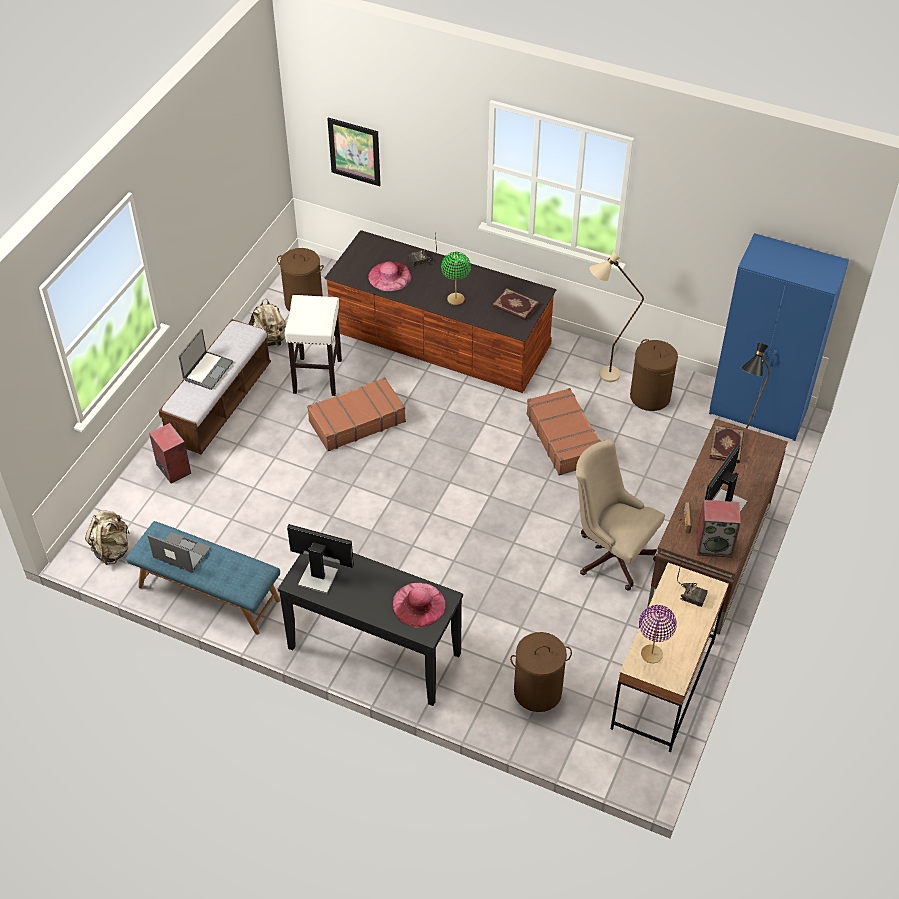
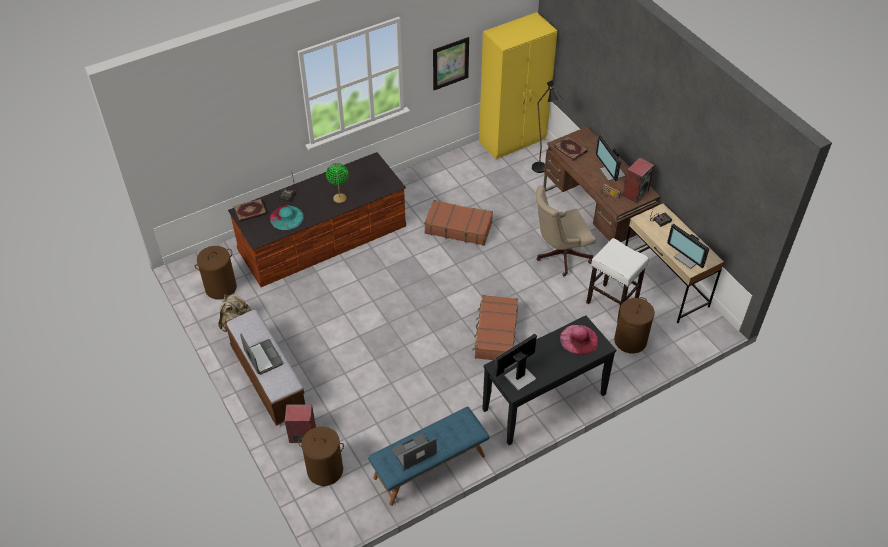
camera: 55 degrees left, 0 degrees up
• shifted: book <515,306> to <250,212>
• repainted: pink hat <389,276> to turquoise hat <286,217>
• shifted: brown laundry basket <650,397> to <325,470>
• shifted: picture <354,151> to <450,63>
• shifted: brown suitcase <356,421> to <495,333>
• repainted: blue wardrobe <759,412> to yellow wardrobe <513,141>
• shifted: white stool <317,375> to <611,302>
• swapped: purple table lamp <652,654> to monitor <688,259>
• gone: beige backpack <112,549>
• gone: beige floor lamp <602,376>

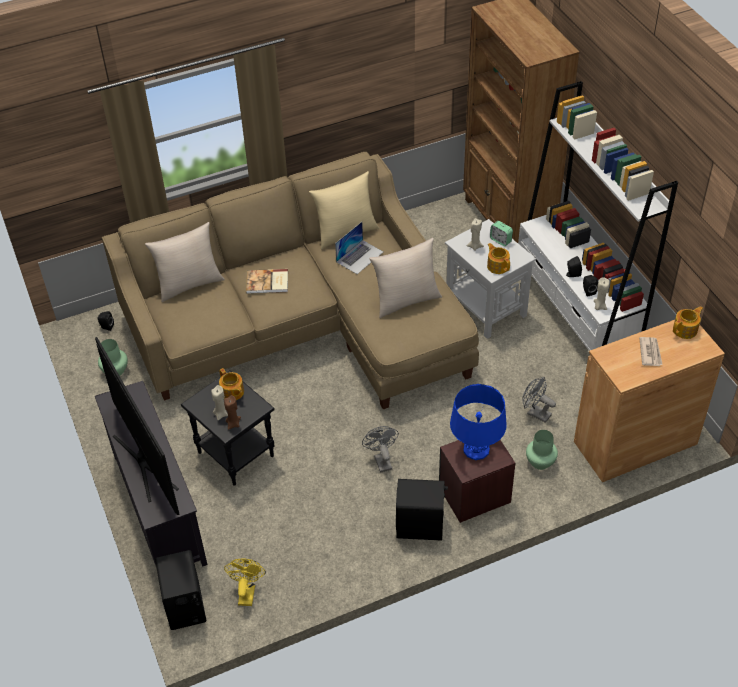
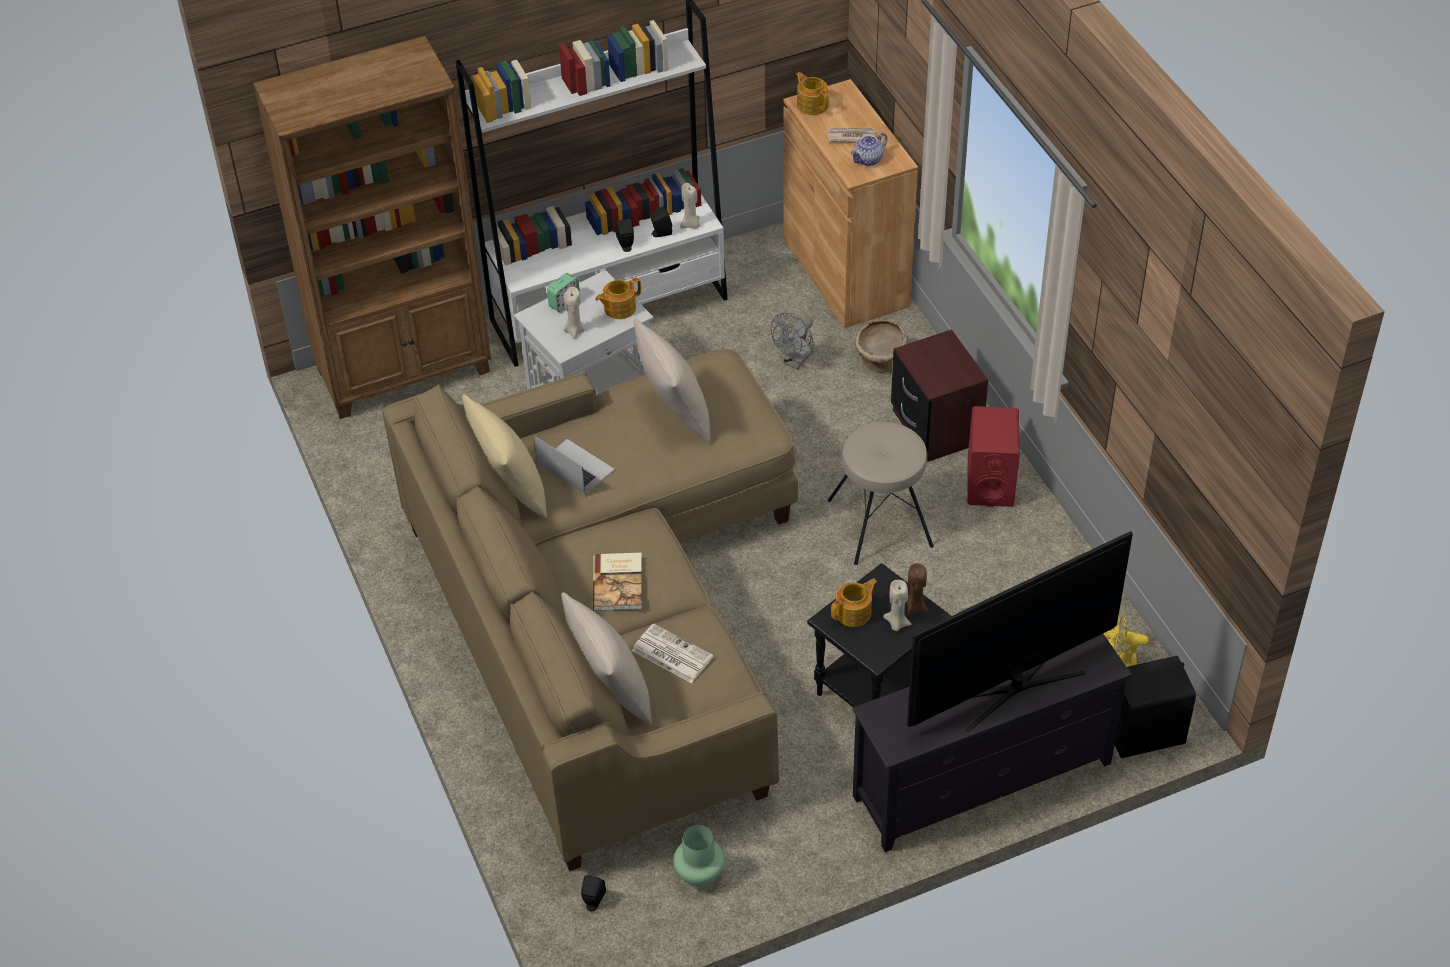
camera: 90 degrees left, 0 degrees up
• new: newspaper <671,654>
• swapped: grey fan <381,460> to beige stool <881,522>
• new: teapot <868,160>
• swapped: green vase <540,462> to beige bowl <880,361>
• repainted: black speaker <420,526> to red speaker <990,482>
• gone: blue table lamp <476,449>

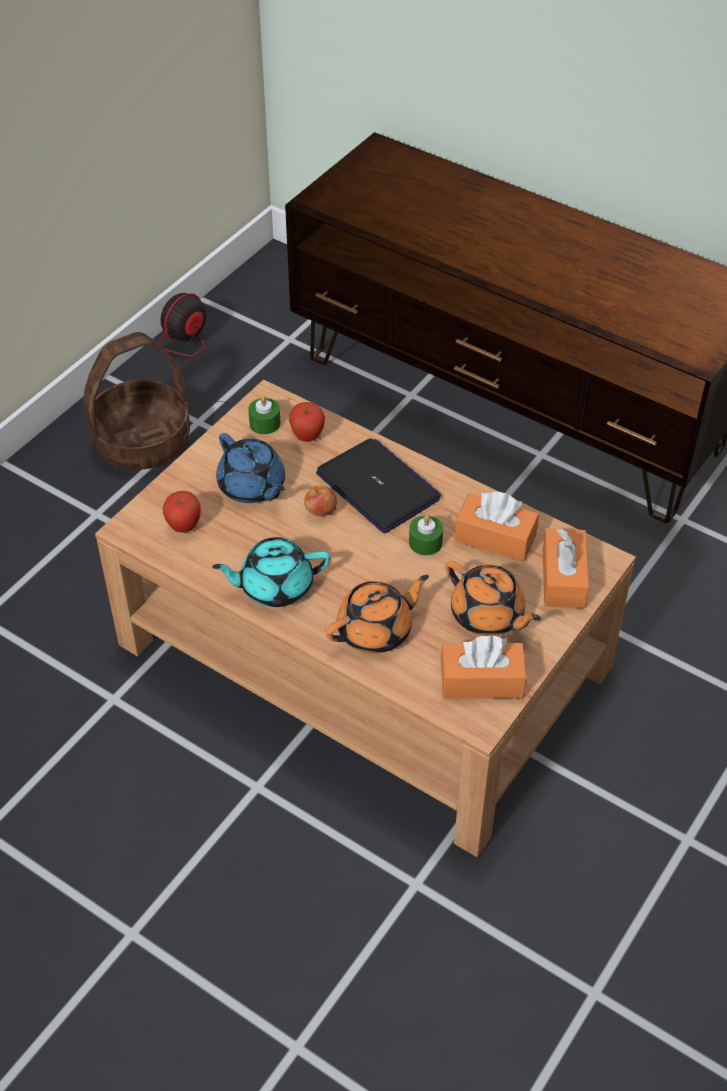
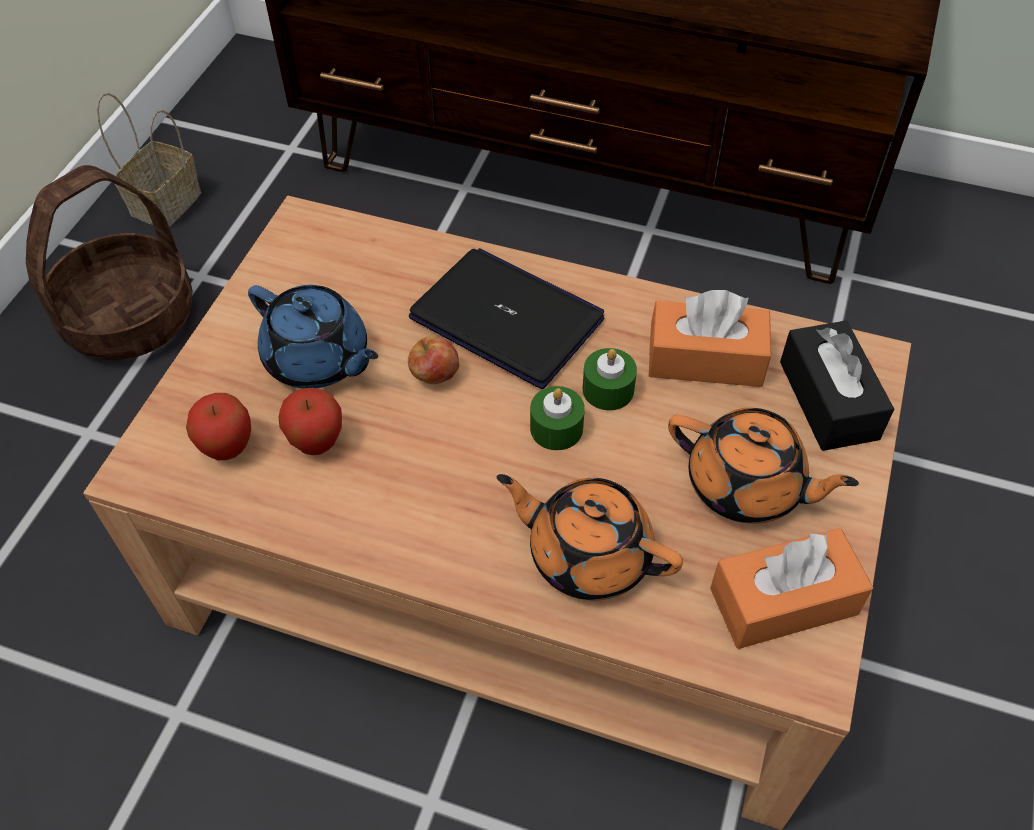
camera: 15 degrees left, 5 degrees up
• swapped: fan <187,362> to basket <166,201>
• shifted: apple <307,437> to <317,443>
• rotated: orange teapot <376,630> = <587,553> 105 degrees counterclockwise
• shifted: green candle <265,423> to <556,428>
• repainted: orange tissue box <563,578> to black tissue box <828,400>
• gone: turquoise teapot <275,586>

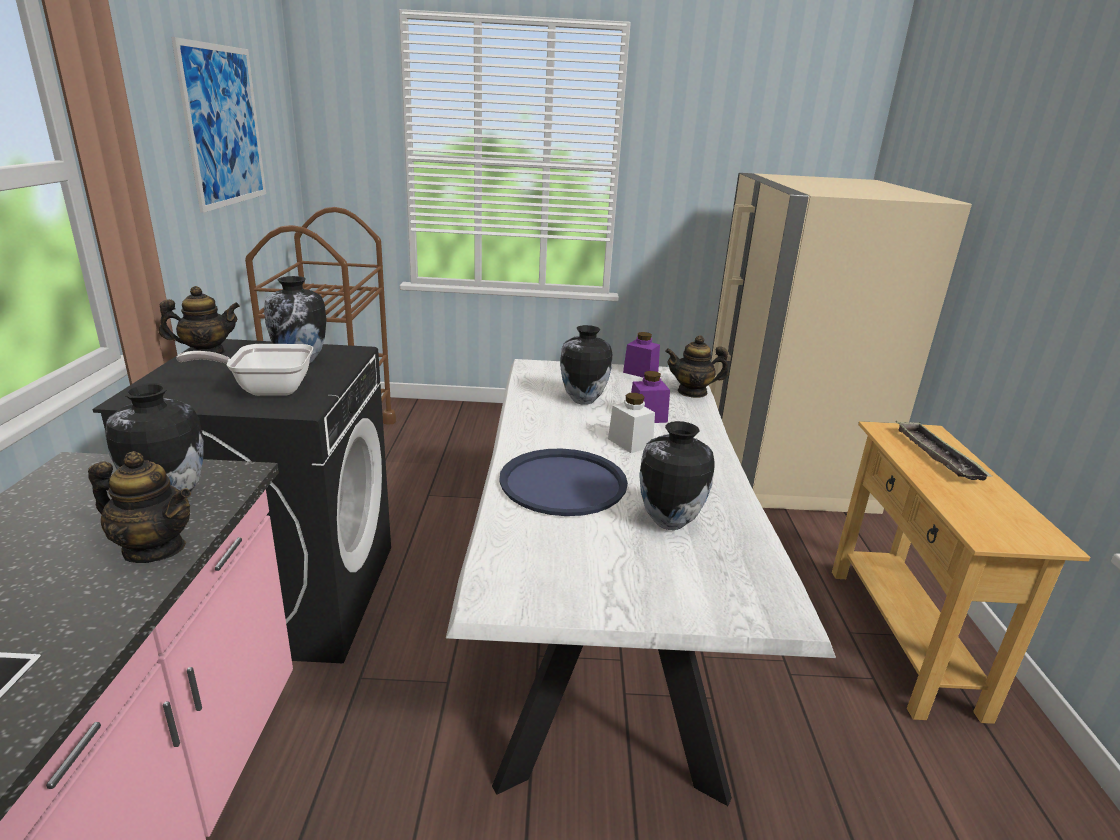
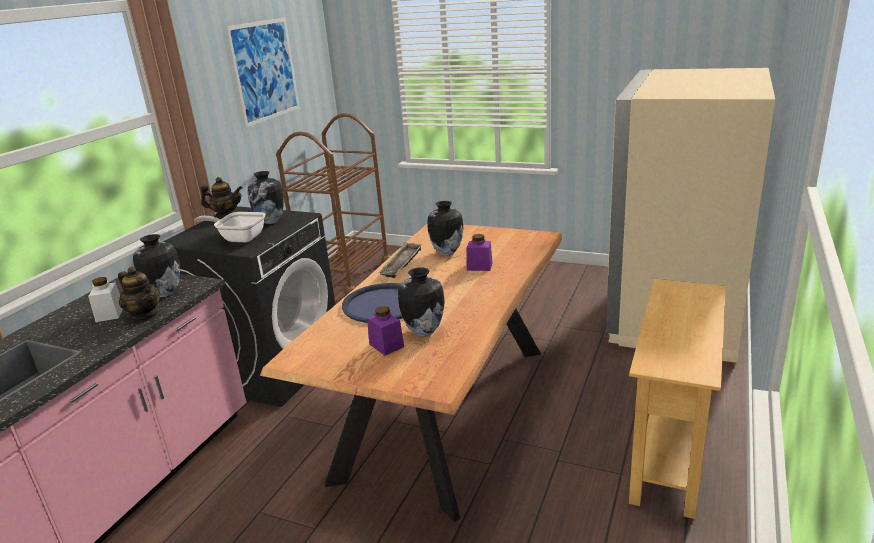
camera: 25 degrees right, 0 degrees up
• shifted: white jar <630,442> to <110,314>
• repainted: white dining table <601,626> to brown dining table <446,410>
• shifted: purple jar <640,372> to <386,345>
• shifted: tray <937,455> to <402,264>
• gone: teapot <692,392>

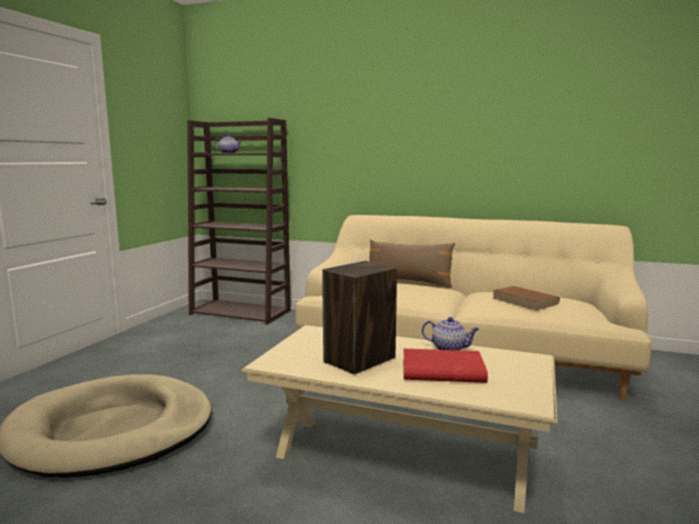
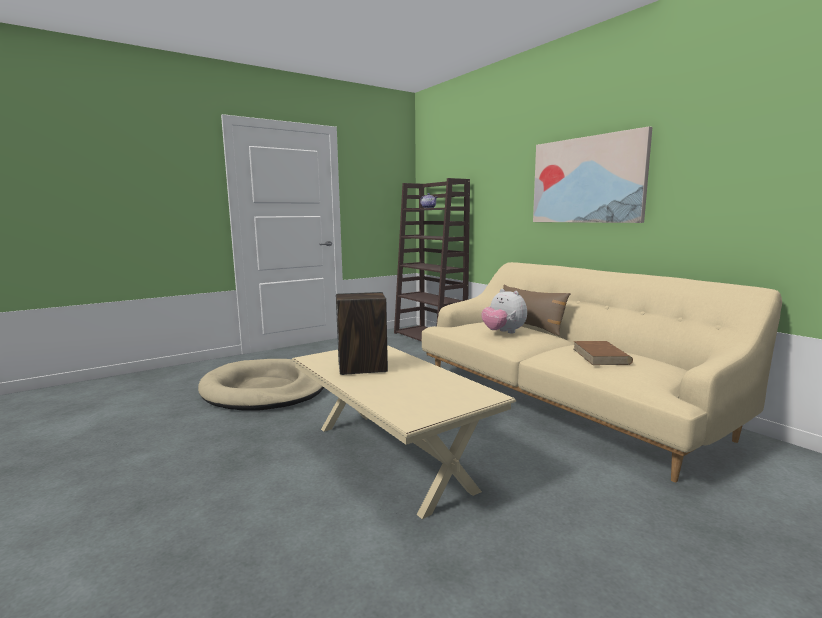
camera: 35 degrees right, 0 degrees up
• new: plush toy <503,332>
• new: picture <587,180>
• gone: red book <441,371>
• gone: teapot <450,349>

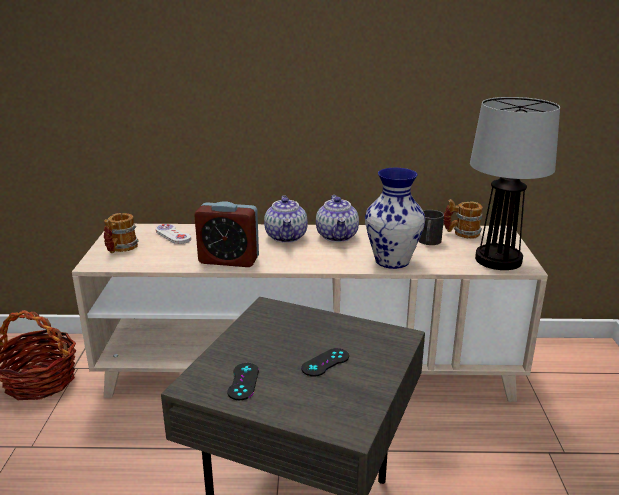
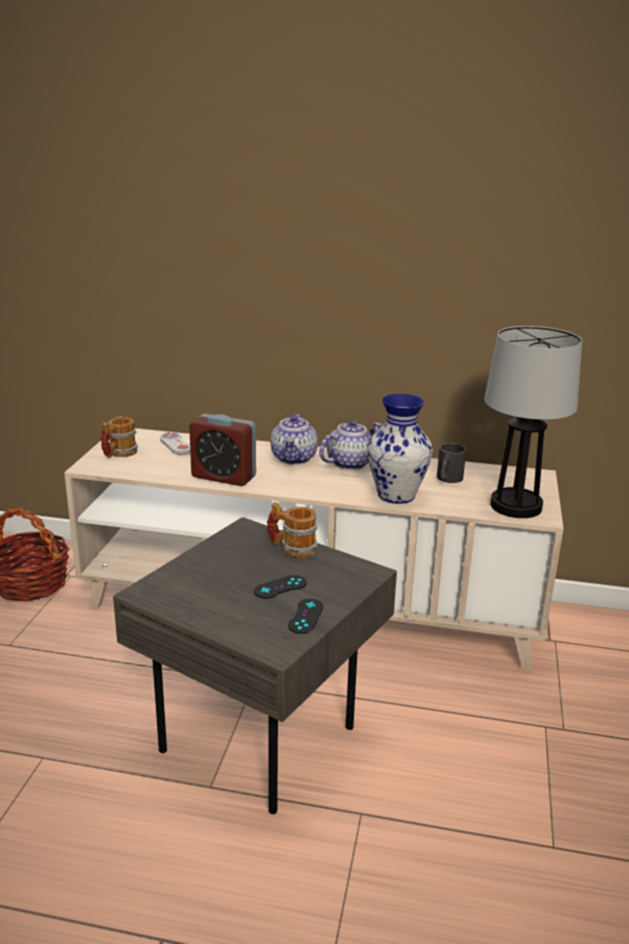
camera: 10 degrees right, 0 degrees up
• shifted: mug <461,233> to <292,548>
• shifted: black game controller <243,381> to <306,616>
• rotated: teapot <337,236> = <349,463> 135 degrees counterclockwise

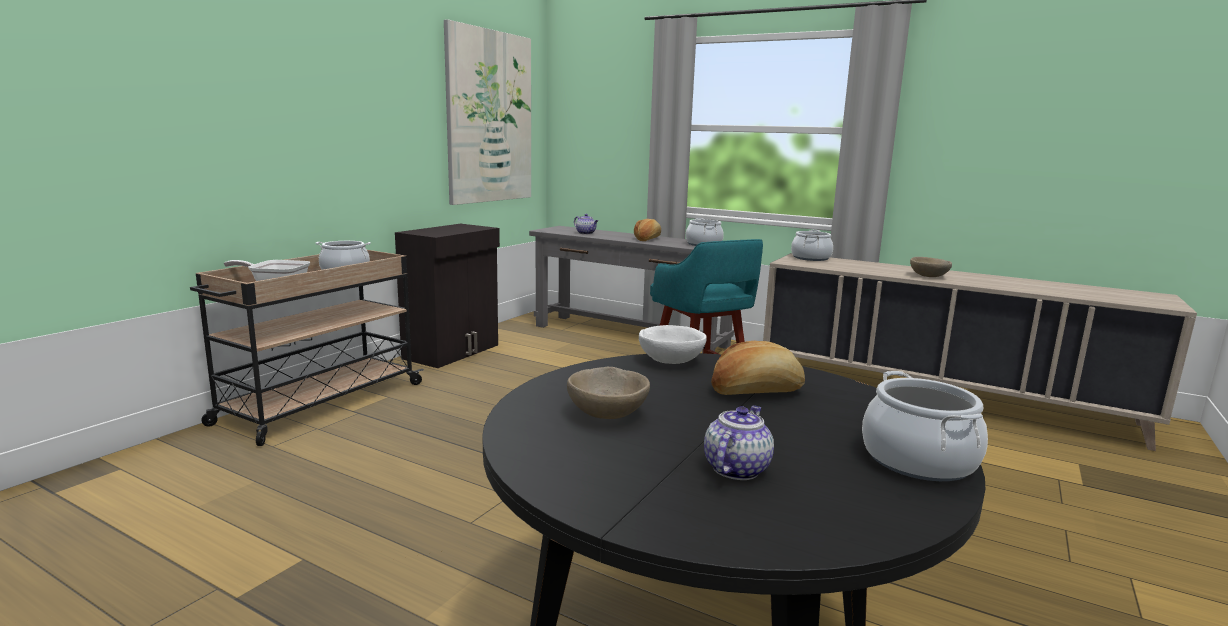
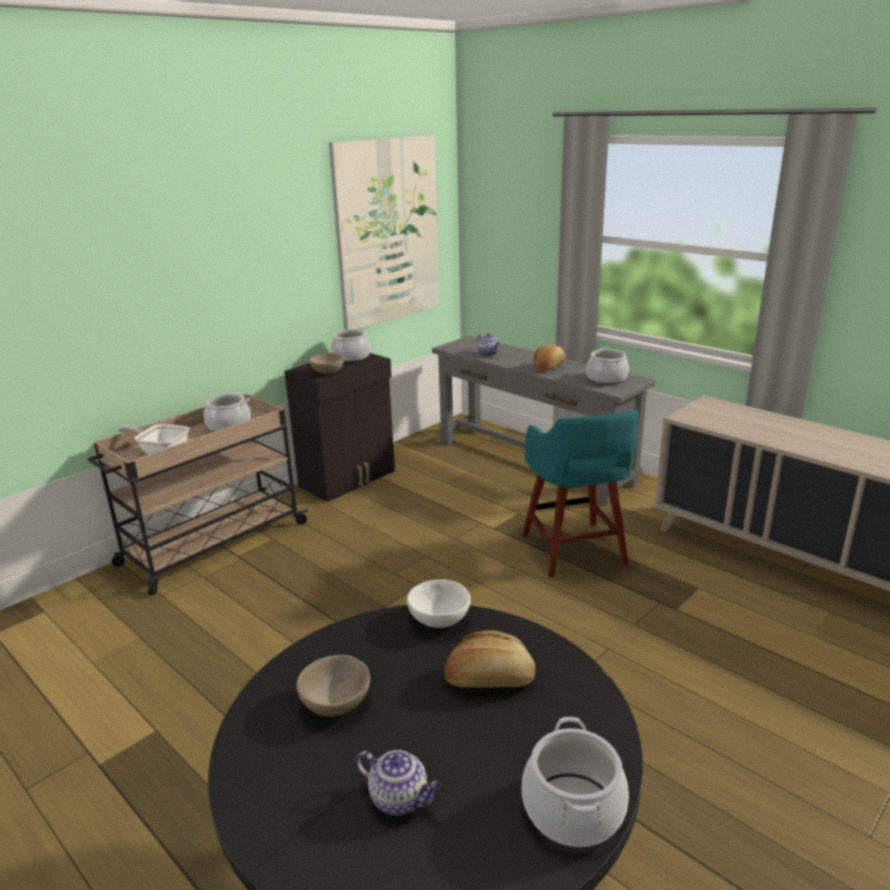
camera: 15 degrees right, 10 degrees up
• shifted: beige bowl <928,276> to <327,372>
• shifted: cooking pot <810,258> to <351,357>
• rotated: teapot <736,468> = <400,799> 75 degrees clockwise

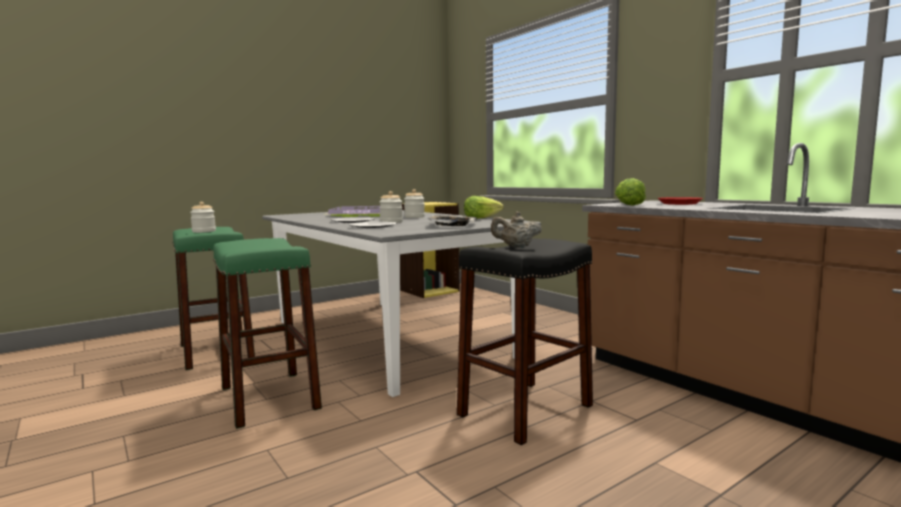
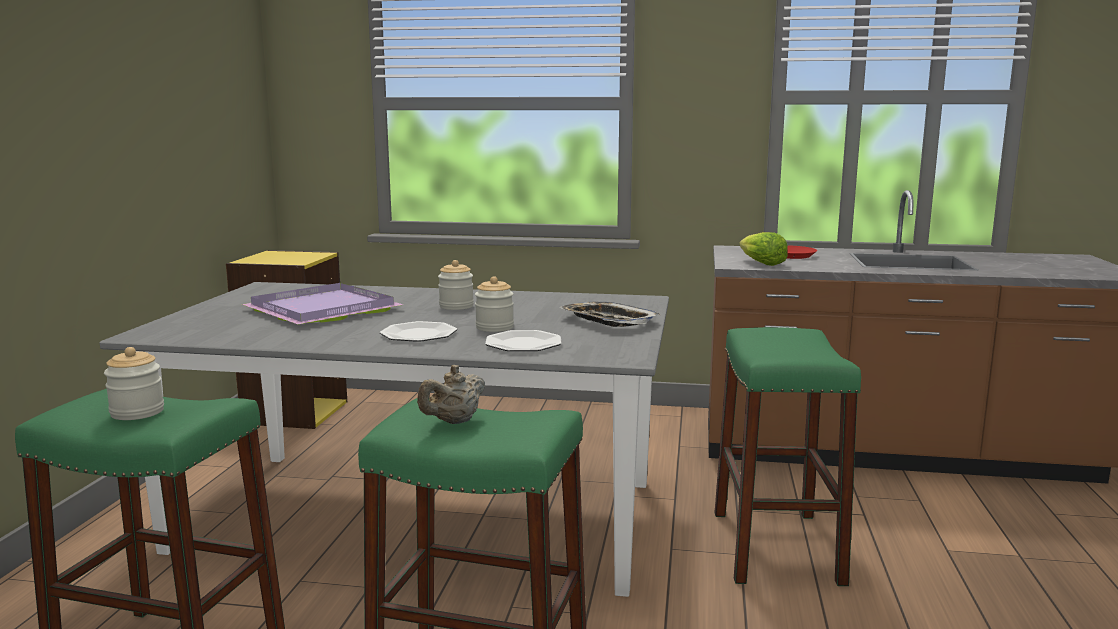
camera: 45 degrees left, 5 degrees up
• shifted: beige teapot <516,247> to <454,422>
• repainted: black stool <525,410> to green stool <776,547>
• gone: lettuce <481,218>

